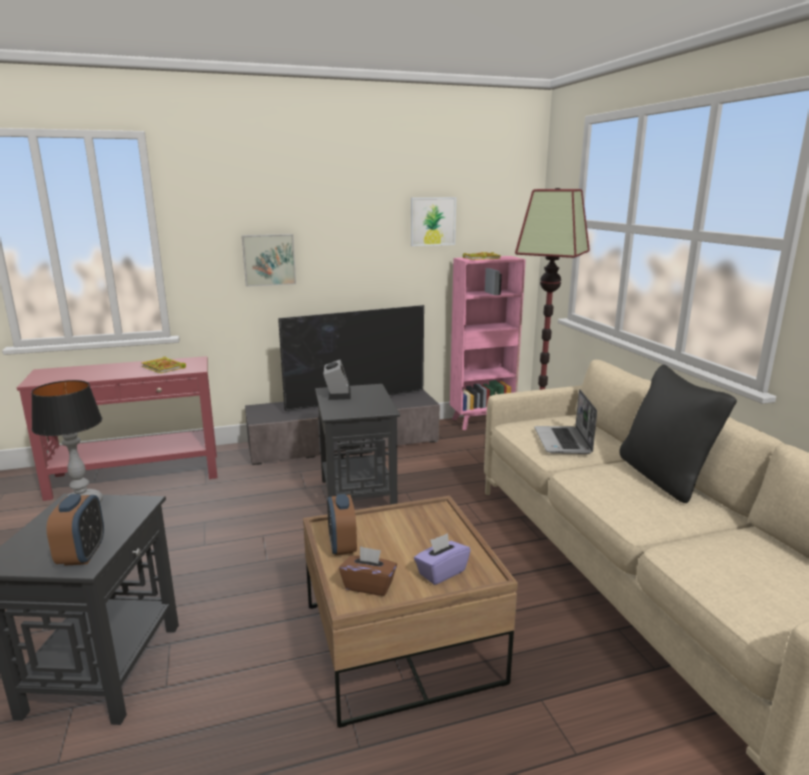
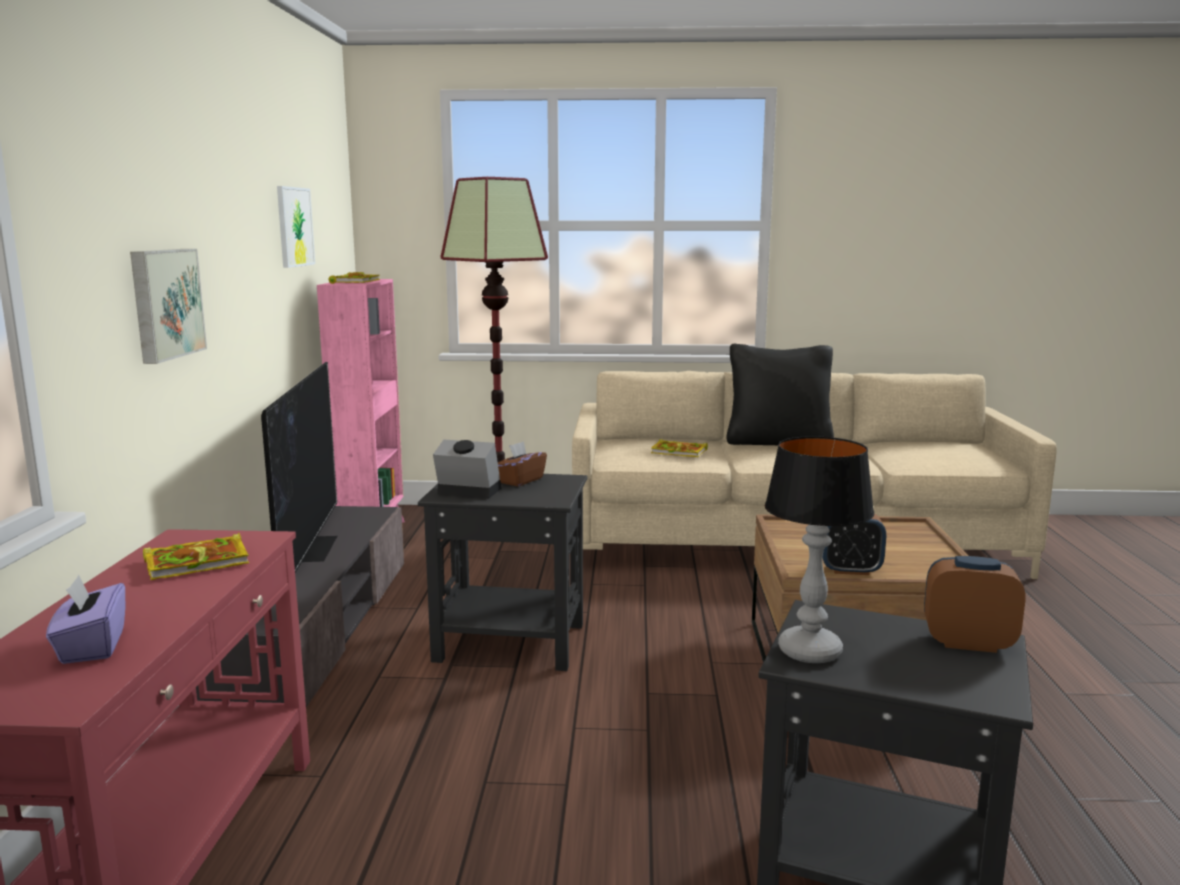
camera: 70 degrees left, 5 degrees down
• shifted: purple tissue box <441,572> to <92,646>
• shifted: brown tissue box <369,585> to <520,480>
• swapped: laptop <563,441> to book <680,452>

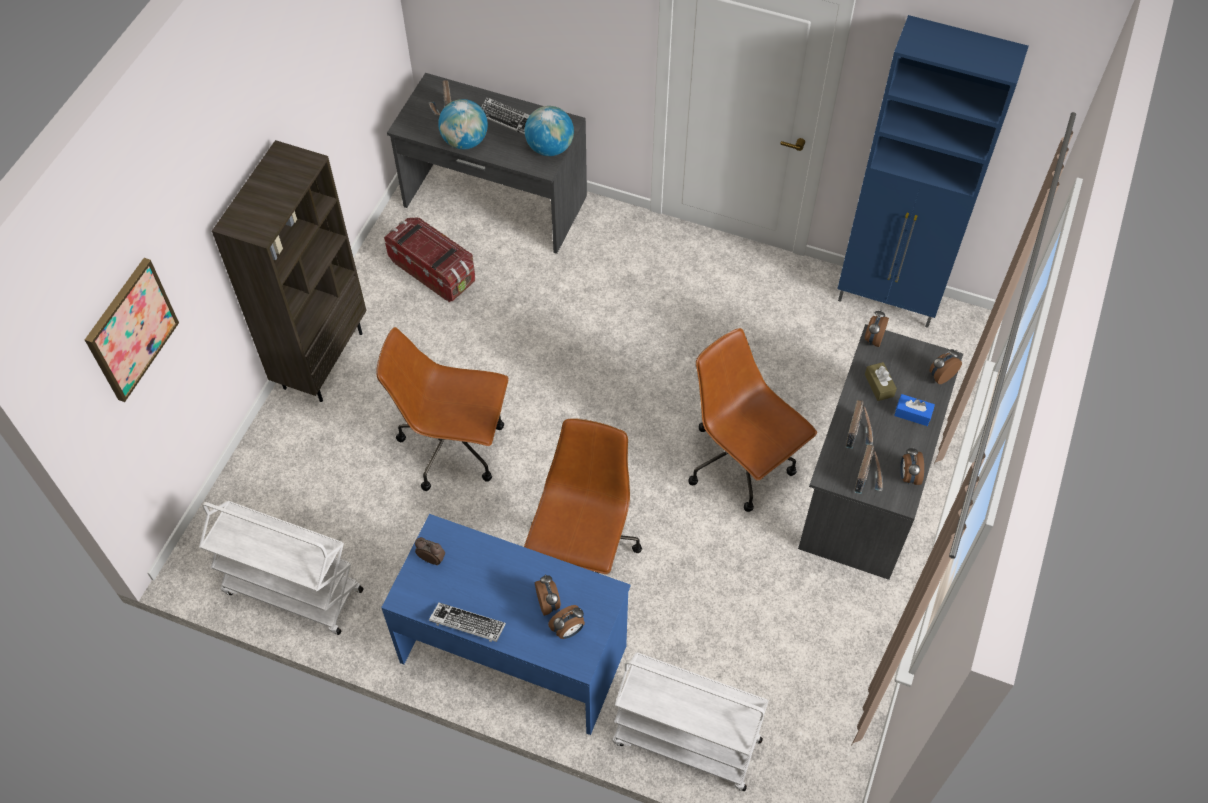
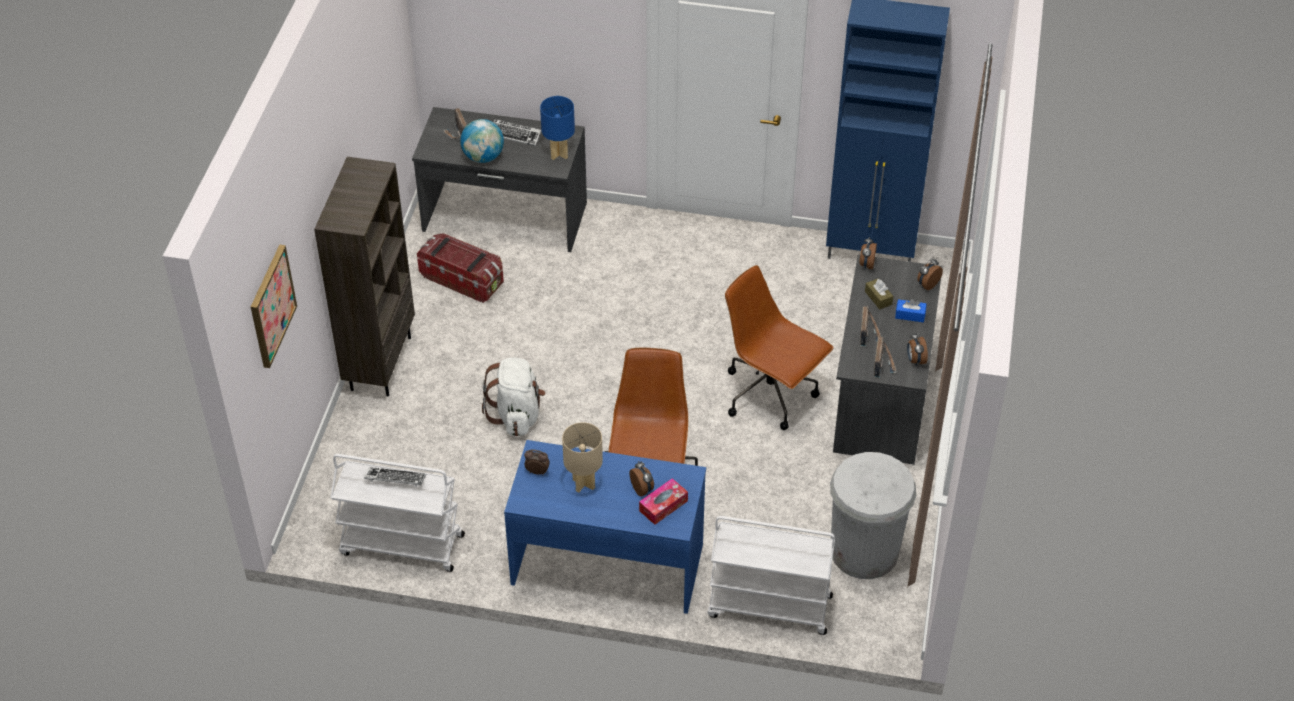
camera: 10 degrees left, 10 degrees down
• shifted: keyboard <467,624> to <395,479>
• swapped: brown office chair <454,446> to white backpack <517,415>
• swapped: globe <550,148> to blue table lamp <559,153>
• new: beige table lamp <584,484>
• swapped: alarm clock <568,630> to tissue box <663,506>
• new: white trash can <864,551>

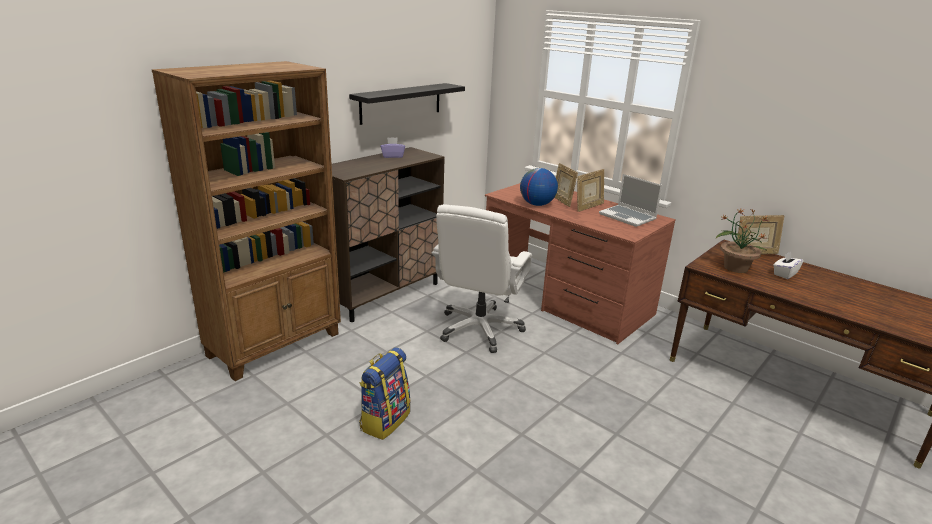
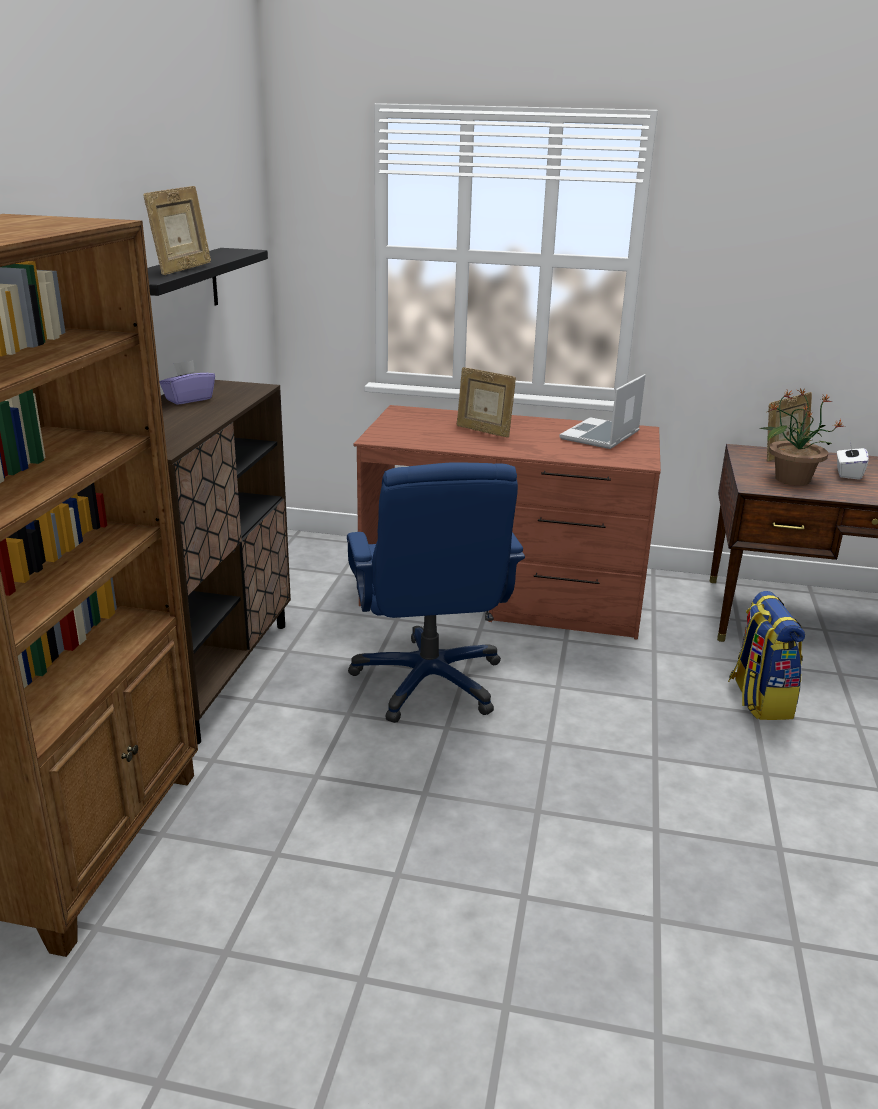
camera: 30 degrees left, 0 degrees up
• shifted: picture frame <588,207> to <182,269>
• repainted: white office chair <479,329> to blue office chair <429,682>
• rotated: laptop <628,217> = <600,436> 105 degrees clockwise
• shifted: backpack <384,420> to <759,699>
• gone: globe <536,204>

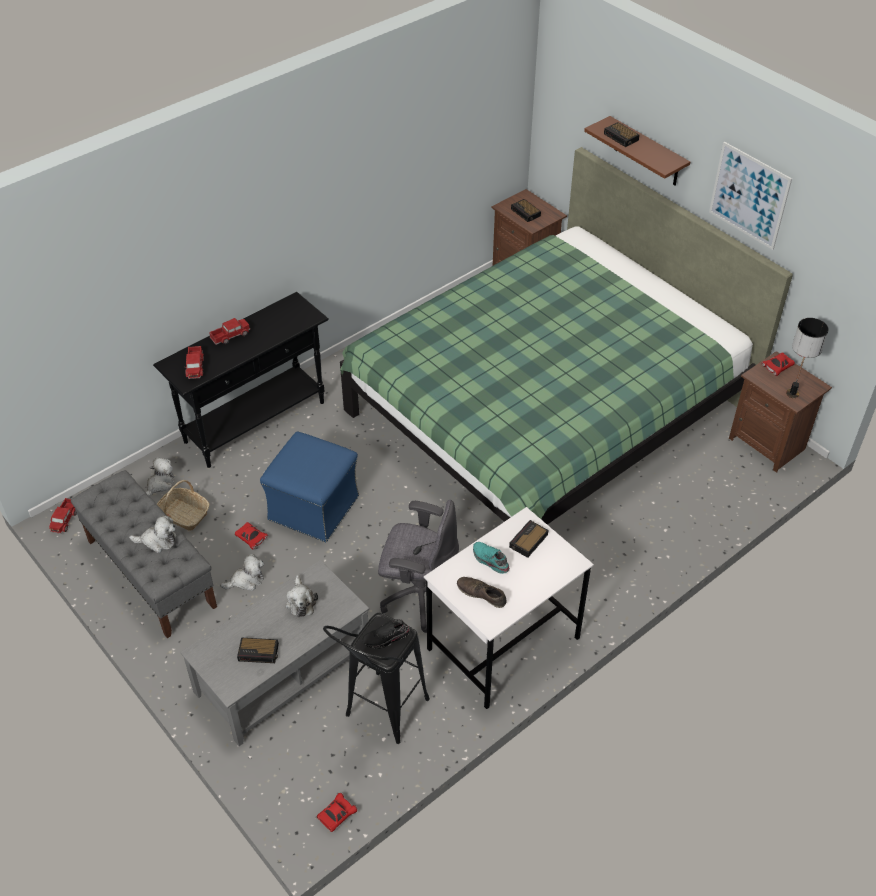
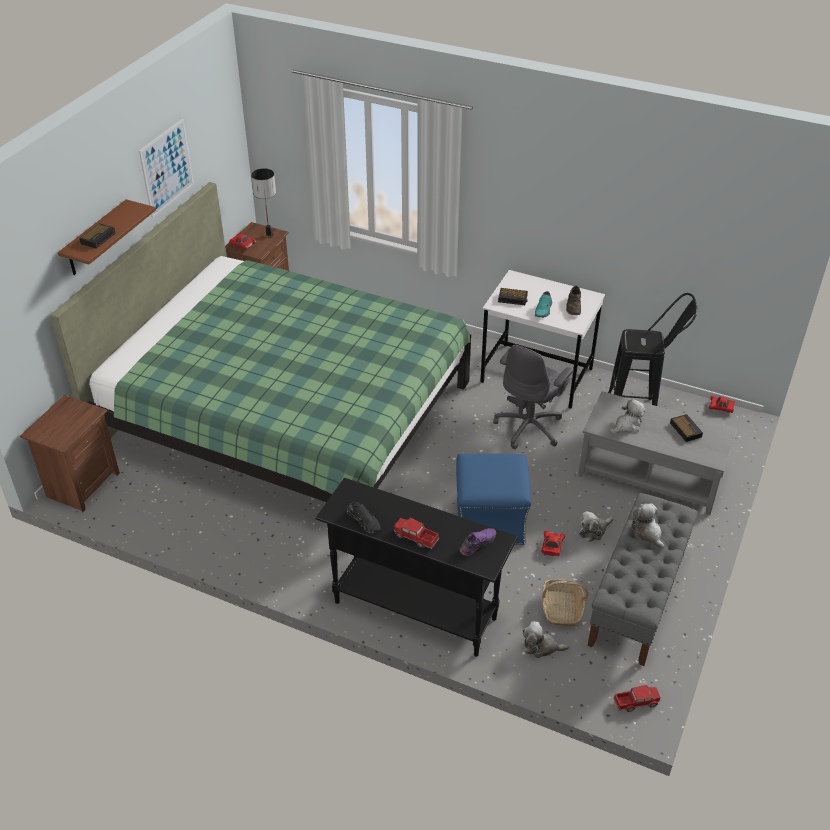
camera: 115 degrees left, 5 degrees down
• shifted: black shoe <386,638> to <364,521>
• swapped: toy truck <195,367> to purple shoe <477,543>
• rotated: grey office chair <419,596> = <529,427> 135 degrees counterclockwise
• rotated: plush toy <246,580> = <593,531> 75 degrees counterclockwise
• gone: alarm clock <526,213>

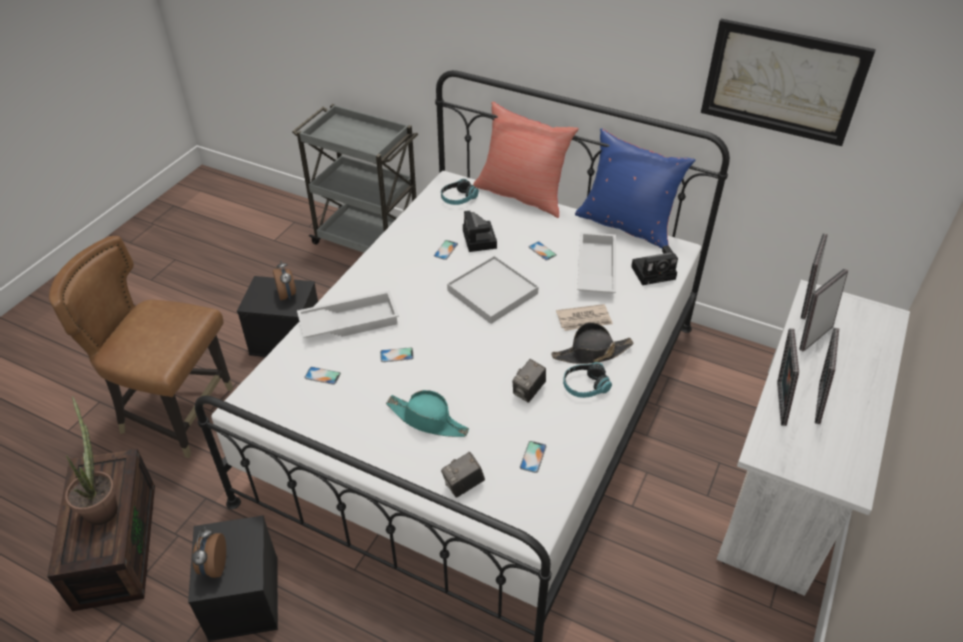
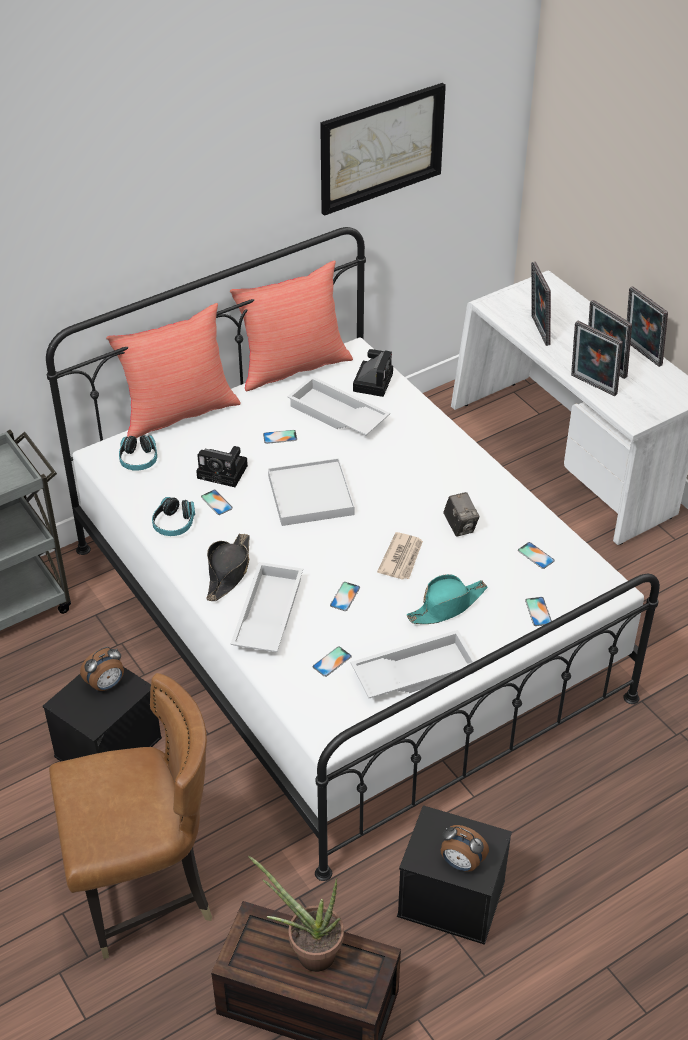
camera: 60 degrees left, 0 degrees up
• rotated: brown chair <177,413> = <146,892> 150 degrees counterclockwise
• rotated: alarm clock <287,294> = <106,685> 135 degrees clockwise
• shifted: headphones <585,386> to <174,524>
• shifted: black hat <591,353> to <228,572>
• repainted: blue pillow <627,225> to red pillow <293,366>
• new: white tray <414,671>
• shifted: newspaper <584,319> to <402,558>
• swapped: photo camera <463,485> to phone <538,611>
• shifted: picture frame <804,302> to <641,354>

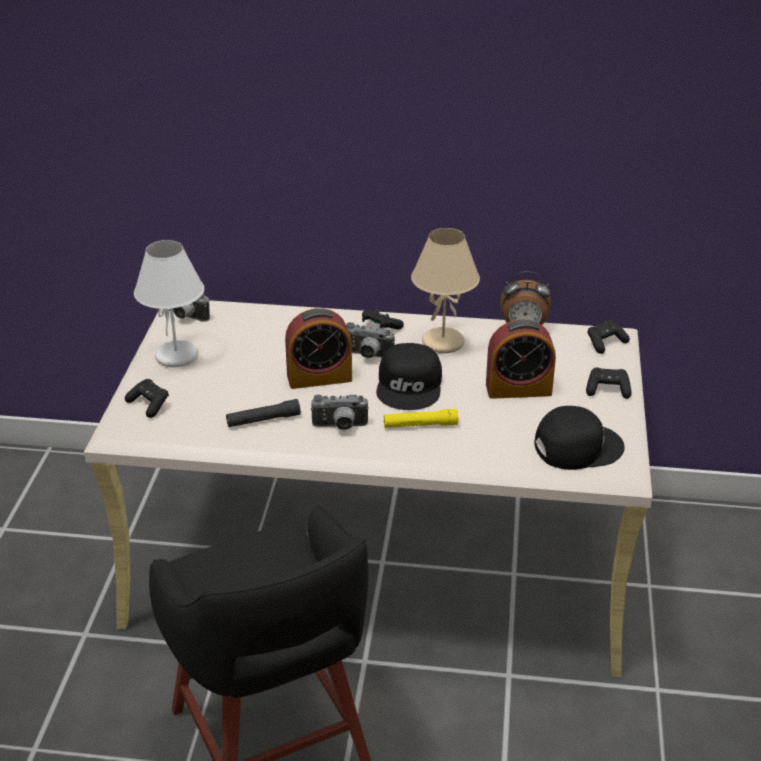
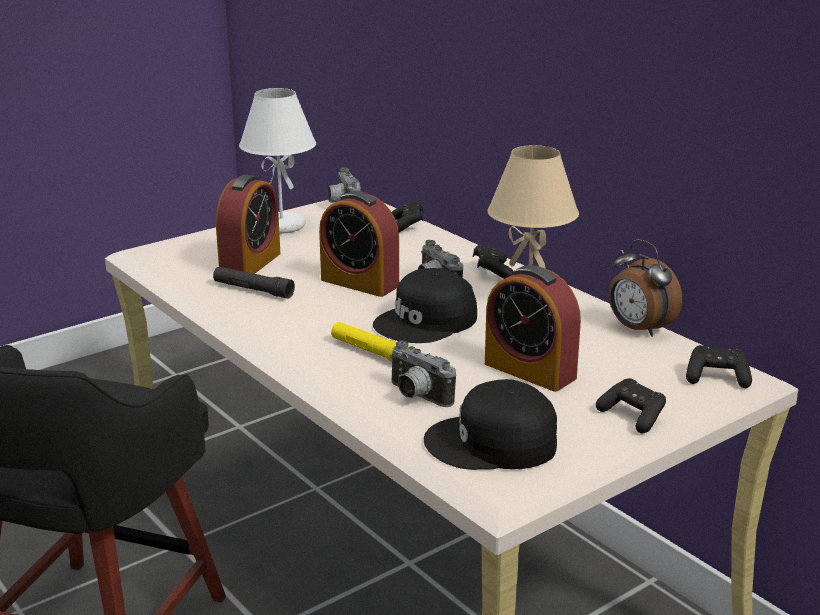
camera: 45 degrees right, 10 degrees down
• new: alarm clock <250,263>
• shifted: photo camera <340,427> to <416,396>
• shifted: black game controller <149,405> to <407,226>
• rotated: black cap <577,446> = <492,444> 150 degrees clockwise

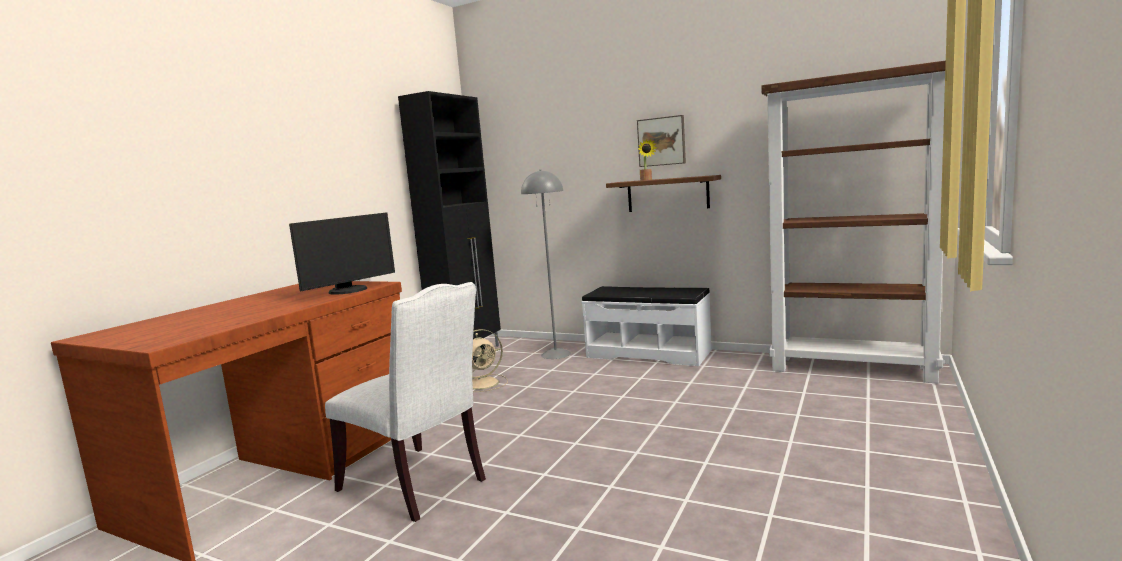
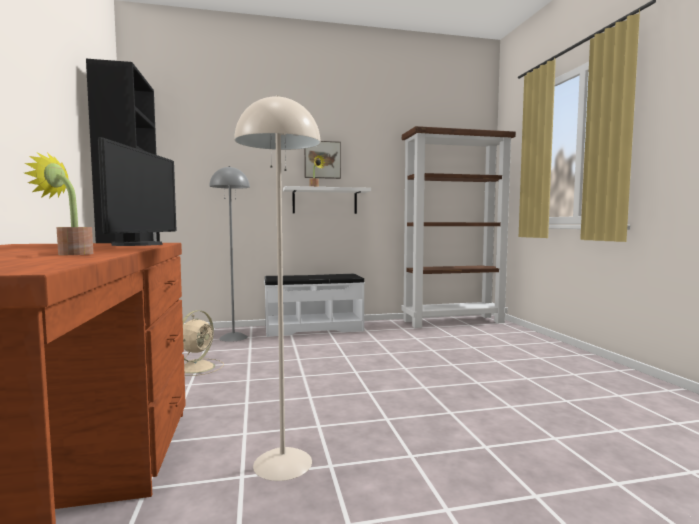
camera: 40 degrees left, 5 degrees down
• new: potted plant <70,254>
• swapped: white chair <418,485> to beige floor lamp <283,463>
• repainted: brown shelf <667,194> to white shelf <325,201>

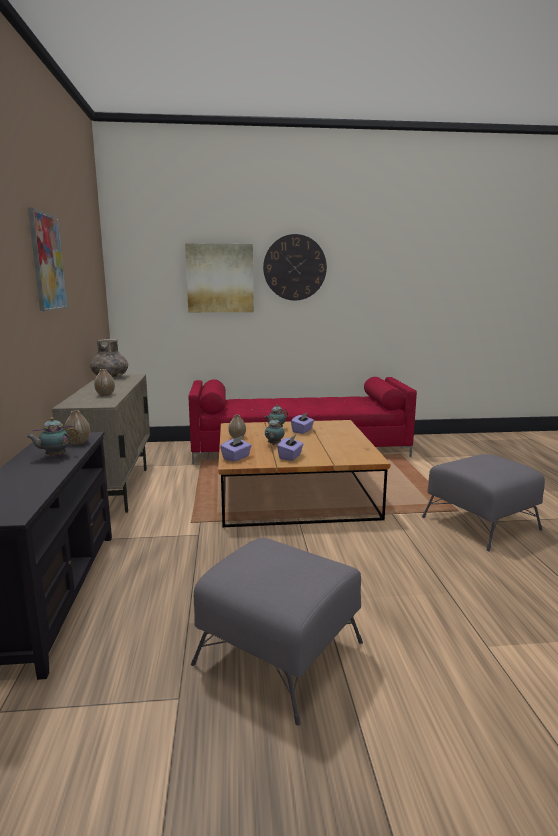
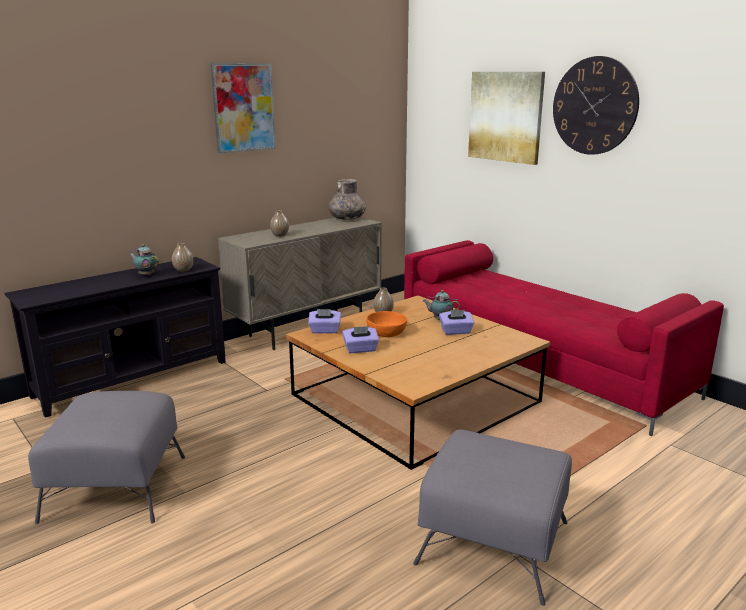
camera: 55 degrees right, 5 degrees up
• swapped: teapot <273,444> to orange bowl <386,333>

